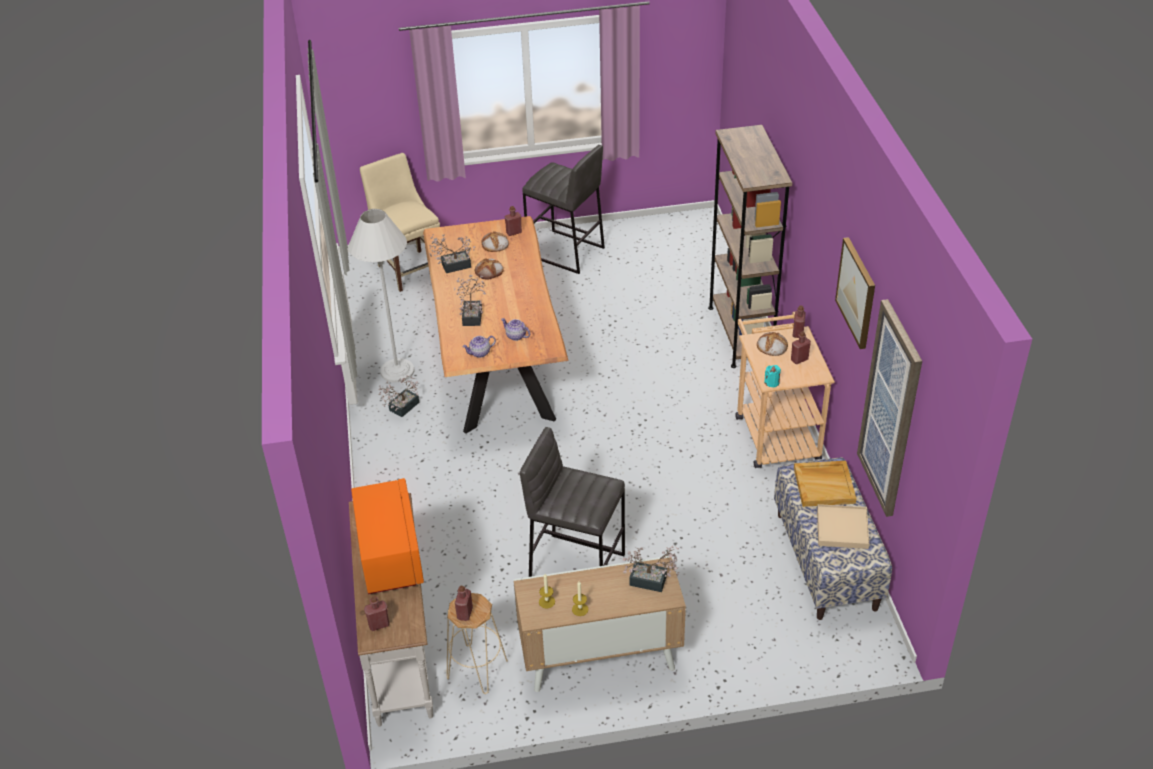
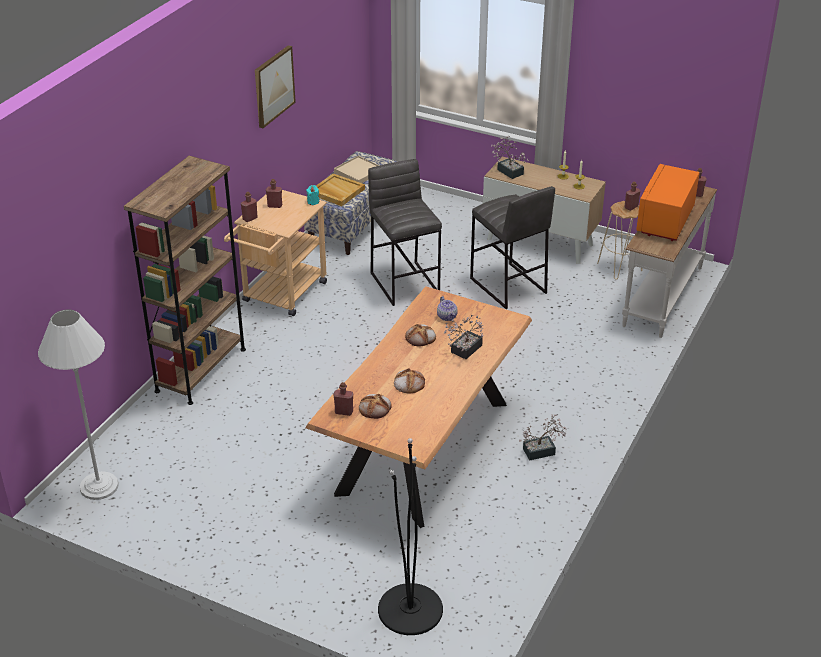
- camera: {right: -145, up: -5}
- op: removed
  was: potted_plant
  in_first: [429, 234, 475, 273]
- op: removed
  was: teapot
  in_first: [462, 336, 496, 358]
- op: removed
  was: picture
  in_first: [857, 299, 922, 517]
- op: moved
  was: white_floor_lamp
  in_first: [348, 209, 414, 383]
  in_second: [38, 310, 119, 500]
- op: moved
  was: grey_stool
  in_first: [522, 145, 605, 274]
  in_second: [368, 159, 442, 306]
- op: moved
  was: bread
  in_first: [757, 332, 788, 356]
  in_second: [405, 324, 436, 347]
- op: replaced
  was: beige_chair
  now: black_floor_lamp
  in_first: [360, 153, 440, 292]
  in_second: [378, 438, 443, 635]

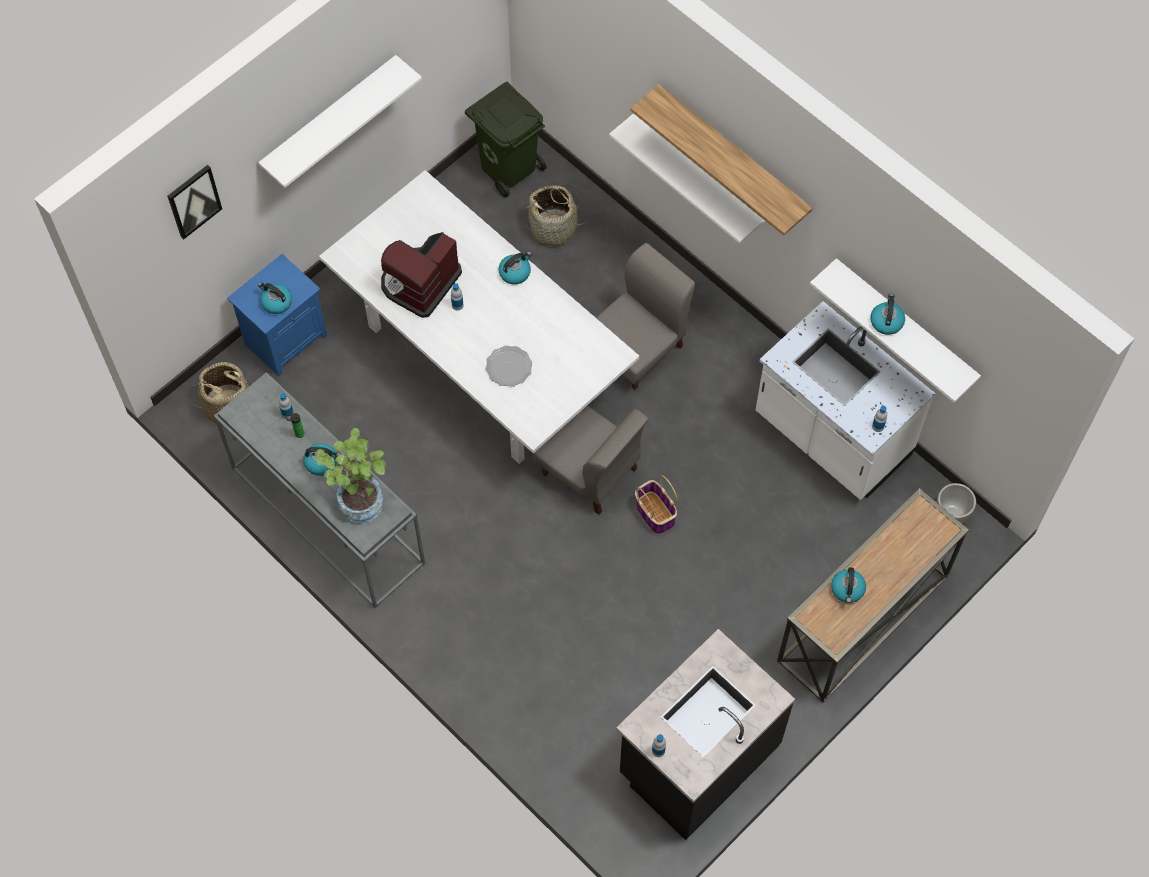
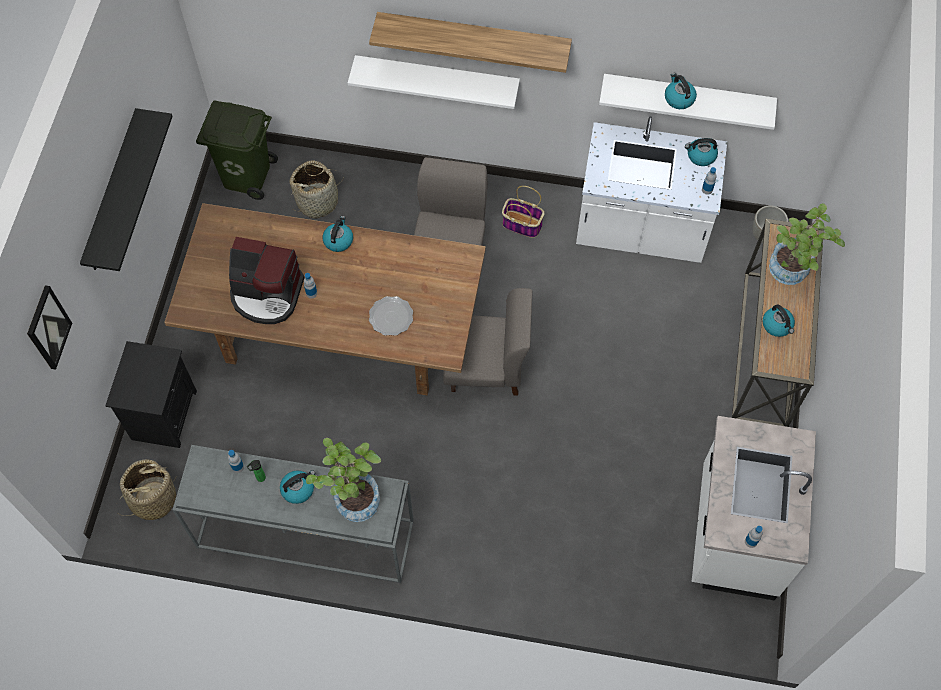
- camera: {right: -35, up: 0}
- op: added
  now: potted_plant
  in_second: [769, 203, 845, 285]
- op: moved
  was: kettle
  in_first: [258, 282, 292, 314]
  in_second: [685, 138, 718, 166]
- op: moved
  was: basket
  in_first: [635, 475, 677, 534]
  in_second: [502, 186, 545, 238]
- op: recoloured
  was: blue_nightstand
  now: black_nightstand
  in_first: [227, 254, 327, 376]
  in_second: [105, 341, 197, 448]
- op: recoloured
  was: white_shelf
  now: black_shelf
  in_first: [258, 55, 422, 188]
  in_second: [80, 108, 173, 271]
- op: recoloured
  was: white_dining_table
  now: brown_dining_table
  in_first: [319, 170, 639, 464]
  in_second: [164, 203, 486, 396]
- op: recoloured
  was: black_counter
  now: white_counter
  in_first: [616, 629, 795, 840]
  in_second: [692, 416, 816, 600]
- op: turned
  was: coffee_machine
  in_first: [381, 232, 462, 318]
  in_second: [229, 237, 304, 324]
  clockwise: -75

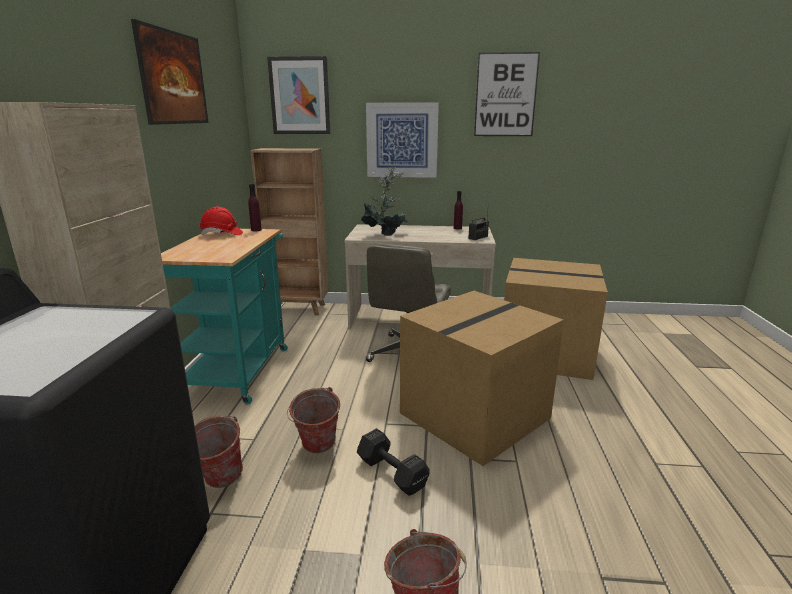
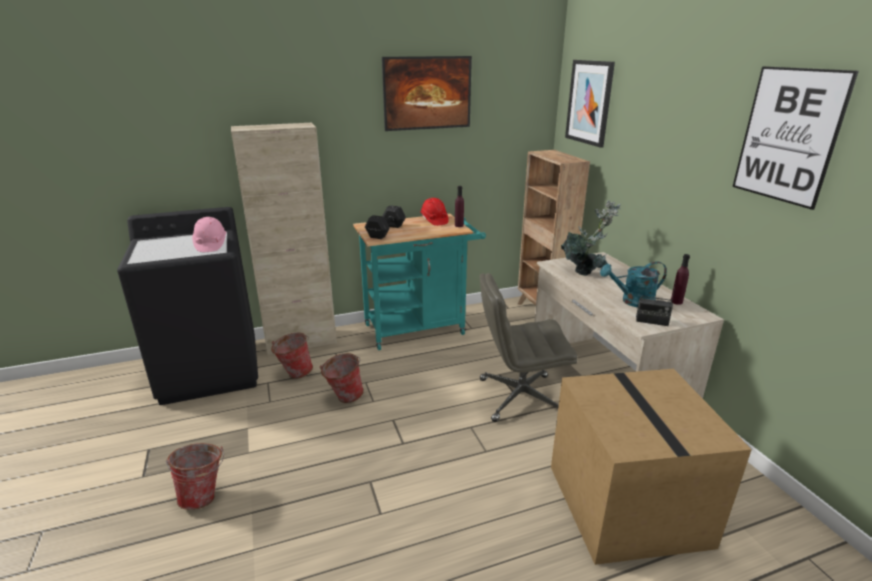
- camera: {right: 65, up: 5}
- op: removed
  was: picture
  in_first: [366, 102, 439, 178]
- op: removed
  was: cardboard_box
  in_first: [400, 291, 564, 466]
- op: added
  now: pink_hard_hat
  in_second: [192, 217, 226, 252]
- op: added
  now: turquoise_watering_can
  in_second: [600, 261, 667, 307]
- op: moved
  was: black_dumbbell
  in_first: [357, 428, 430, 496]
  in_second: [365, 205, 406, 239]

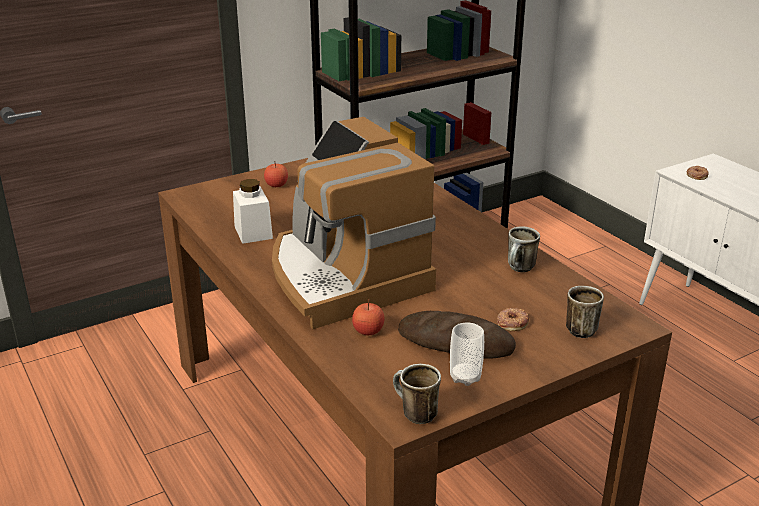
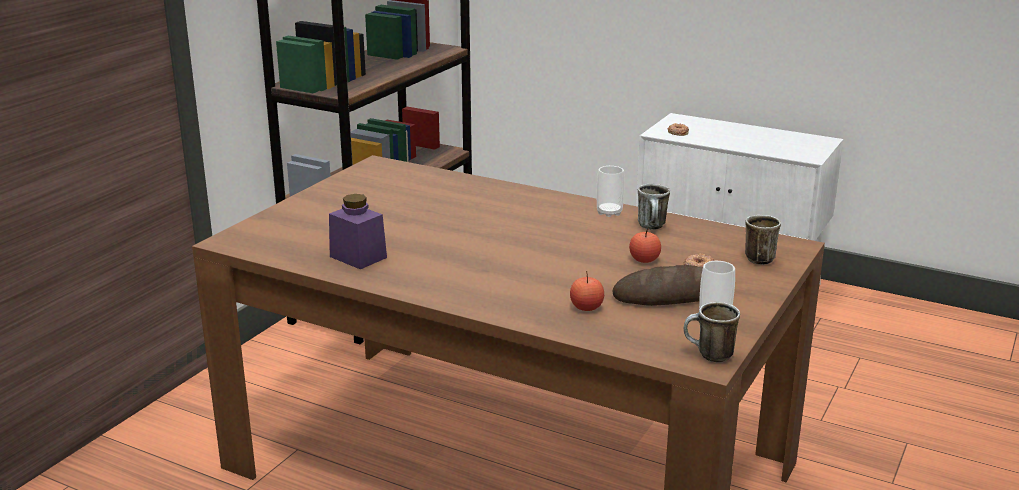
- camera: {right: -30, up: -5}
- op: removed
  was: coffee_machine
  in_first: [272, 117, 436, 329]
- op: added
  now: cup
  in_second: [597, 166, 625, 217]
- op: moved
  was: apple
  in_first: [264, 161, 288, 187]
  in_second: [629, 229, 661, 263]
- op: recoloured
  was: white_jar
  now: purple_jar
  in_first: [233, 179, 273, 244]
  in_second: [329, 194, 387, 269]

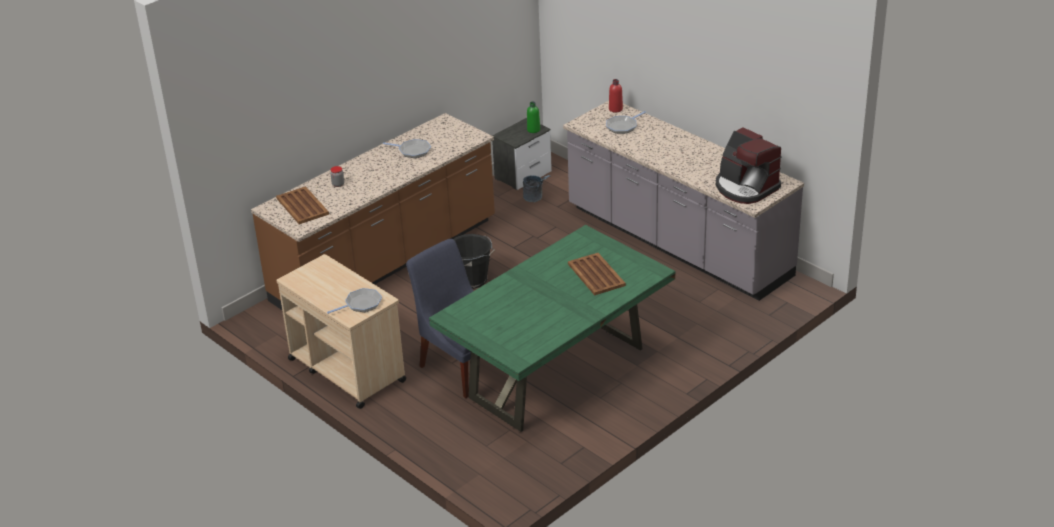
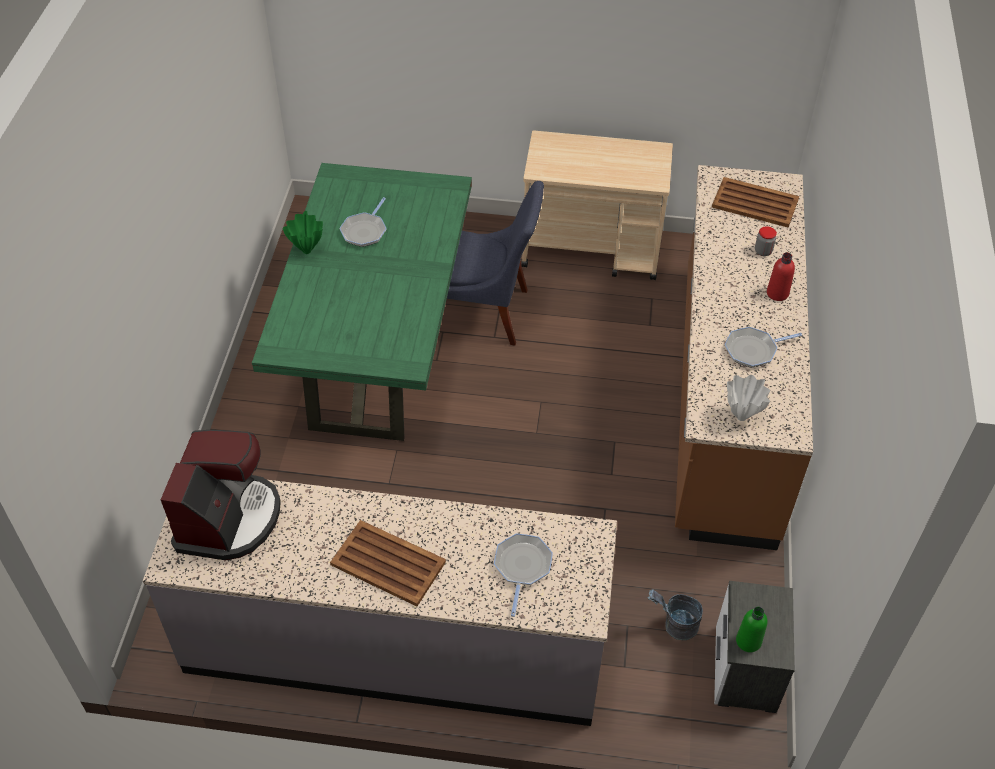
- camera: {right: 140, up: 15}
- op: removed
  was: black_bucket
  in_first: [453, 234, 495, 289]
- op: added
  now: green_vase
  in_second: [283, 211, 323, 254]
- op: added
  now: white_vase
  in_second: [727, 375, 770, 421]
- op: moved
  was: frying_pan
  in_first: [327, 288, 382, 314]
  in_second: [339, 197, 387, 247]
- op: moved
  was: brown_tray
  in_first: [568, 253, 626, 295]
  in_second: [330, 520, 446, 606]
- op: moved
  was: red_bottle
  in_first: [609, 79, 623, 112]
  in_second: [767, 253, 795, 301]
- op: turned
  was: coffee_machine
  in_first: [716, 127, 782, 204]
  in_second: [161, 430, 281, 560]
  clockwise: 90

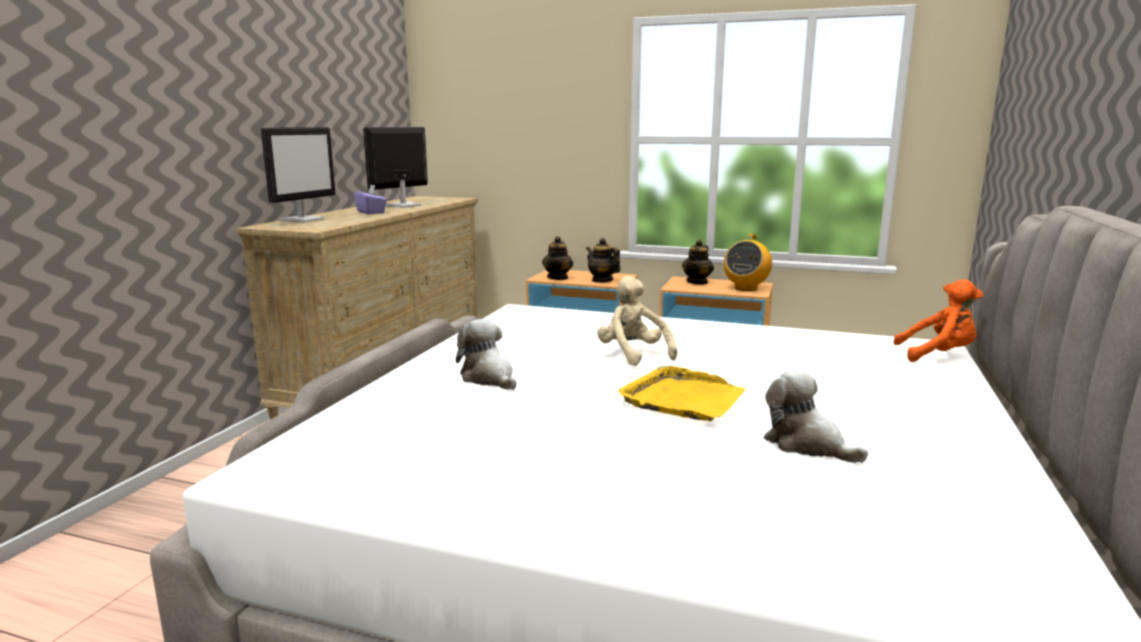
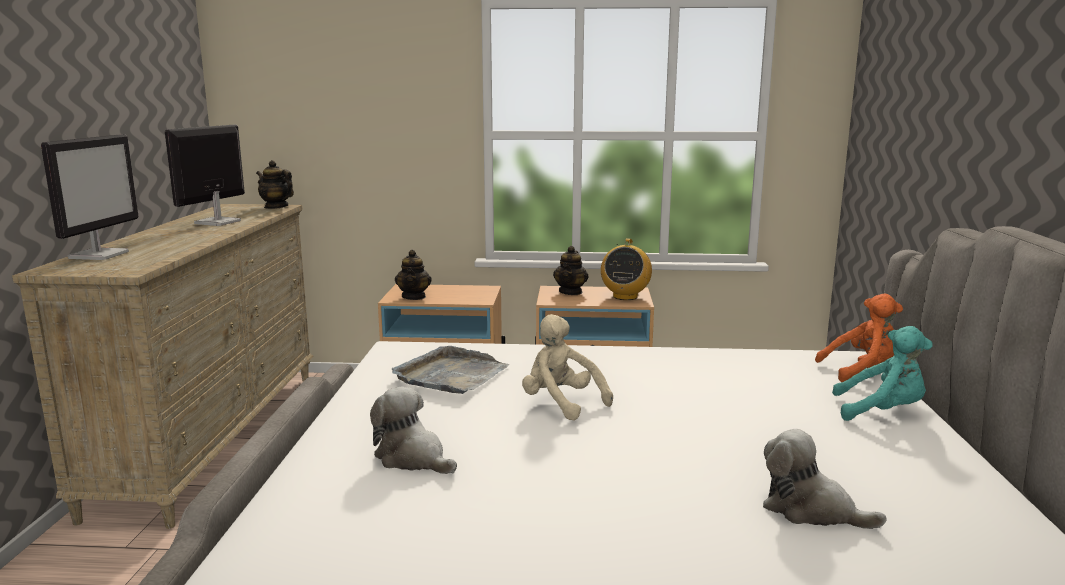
- camera: {right: -15, up: 0}
- op: removed
  was: purple_tissue_box
  in_first: [354, 185, 387, 214]
- op: removed
  was: yellow_tray
  in_first: [618, 366, 746, 421]
- op: added
  now: grey_tray
  in_second: [392, 346, 509, 394]
- op: added
  now: turquoise_plush_toy
  in_second: [832, 326, 933, 421]
- op: moved
  was: teapot
  in_first: [586, 238, 621, 283]
  in_second: [256, 160, 294, 209]

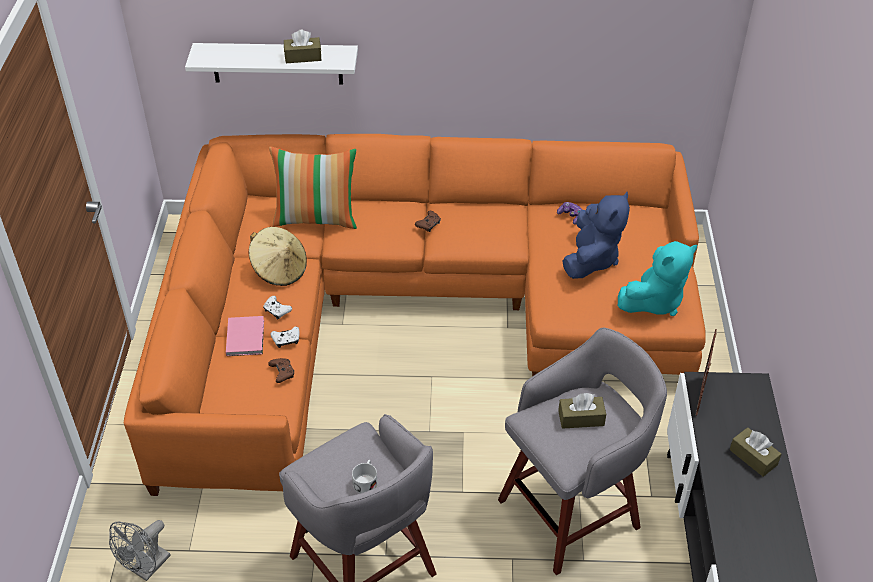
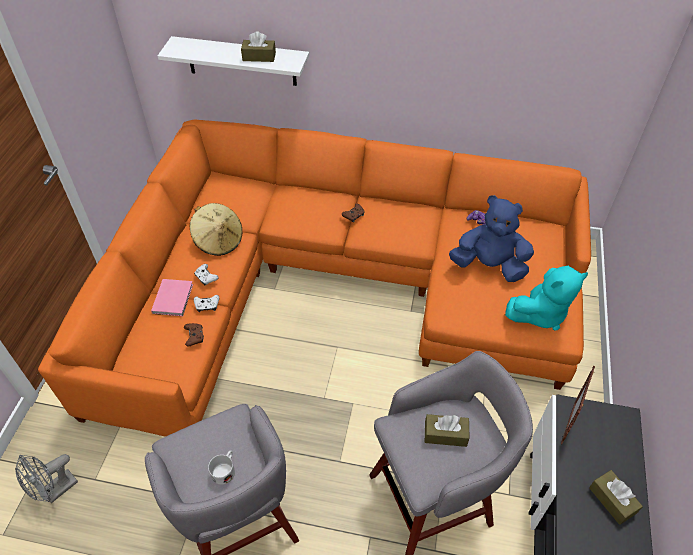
- camera: {right: 10, up: 5}
- op: removed
  was: pillow
  in_first: [269, 147, 357, 229]
- op: turned
  was: blue_plush_toy
  in_first: [562, 192, 630, 279]
  in_second: [449, 195, 534, 282]
  clockwise: -105

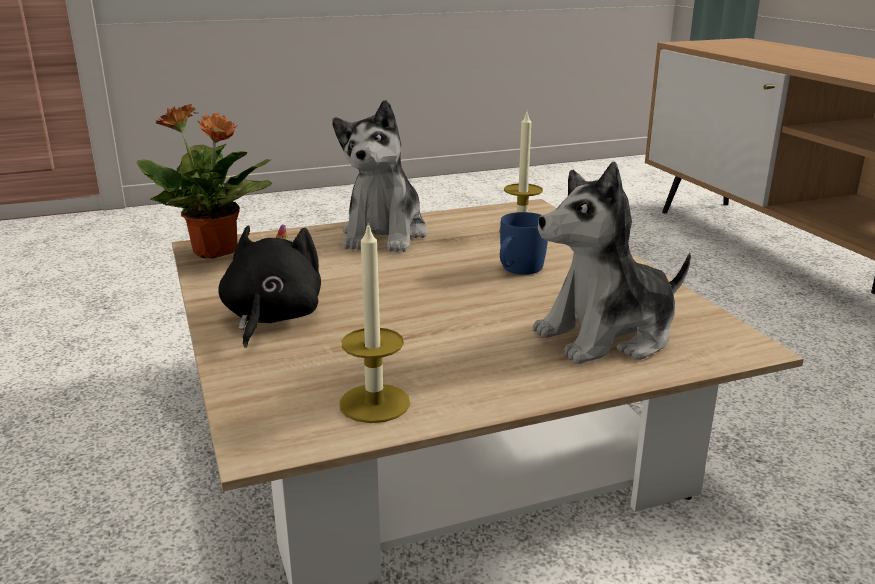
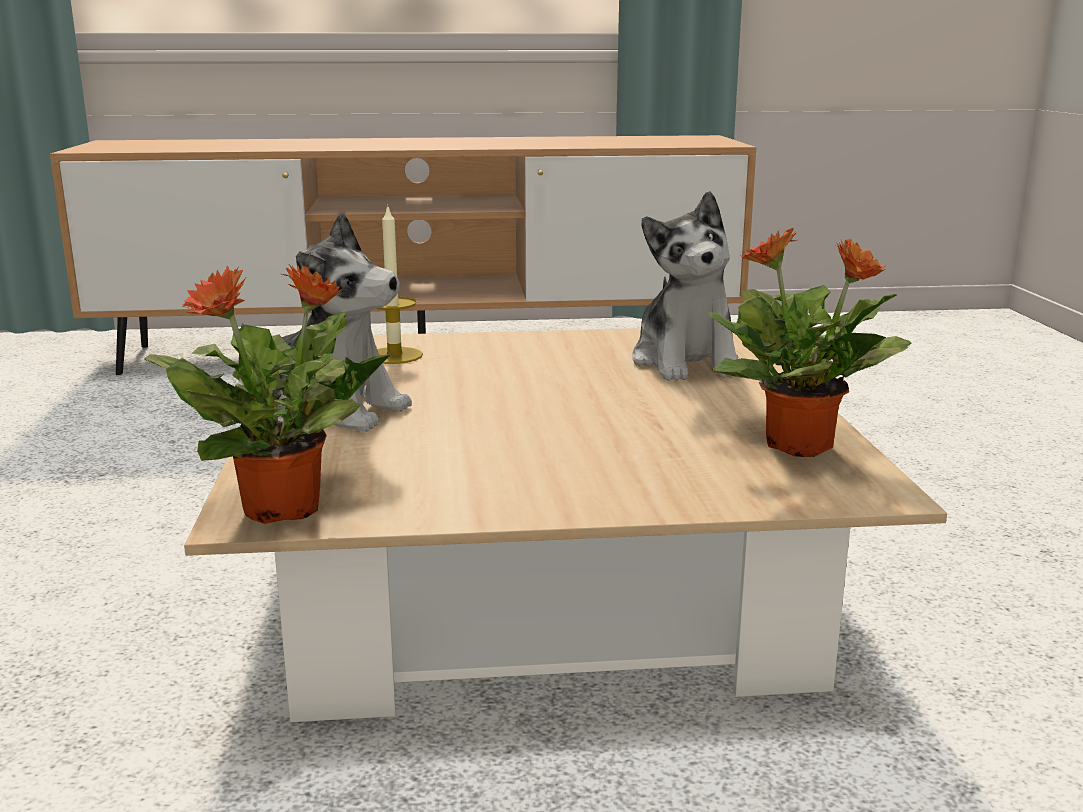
- camera: {right: -75, up: -5}
- op: removed
  was: black_plush_toy
  in_first: [218, 224, 321, 348]
- op: removed
  was: blue_mug
  in_first: [500, 212, 548, 275]
- op: replaced
  was: candle
  now: potted_plant
  in_first: [339, 223, 410, 423]
  in_second: [708, 228, 911, 457]

